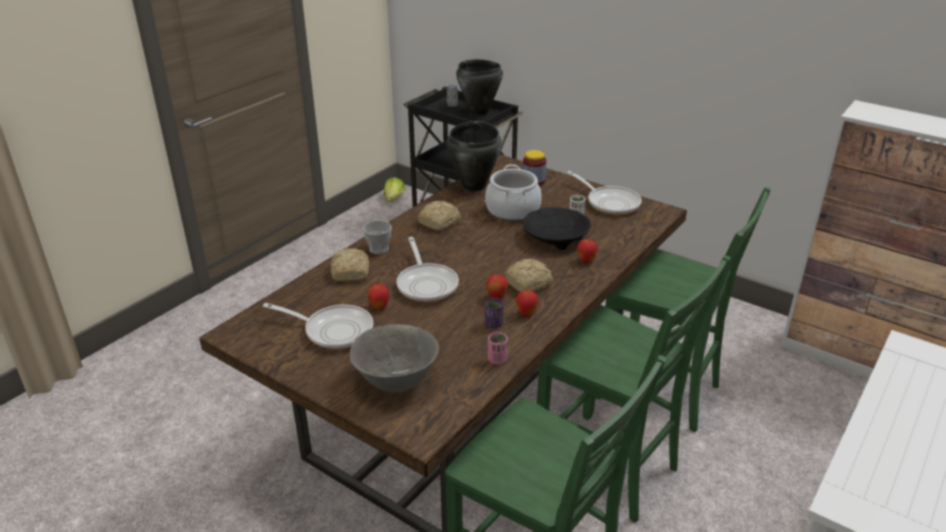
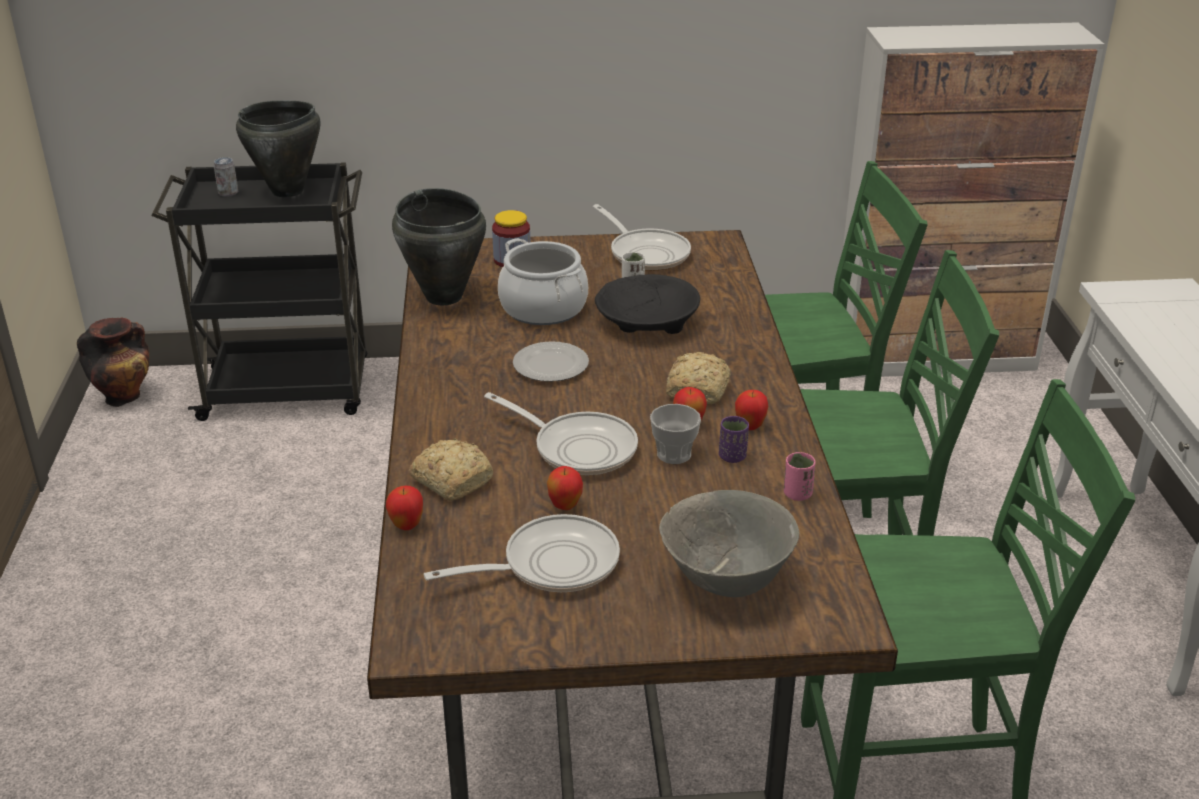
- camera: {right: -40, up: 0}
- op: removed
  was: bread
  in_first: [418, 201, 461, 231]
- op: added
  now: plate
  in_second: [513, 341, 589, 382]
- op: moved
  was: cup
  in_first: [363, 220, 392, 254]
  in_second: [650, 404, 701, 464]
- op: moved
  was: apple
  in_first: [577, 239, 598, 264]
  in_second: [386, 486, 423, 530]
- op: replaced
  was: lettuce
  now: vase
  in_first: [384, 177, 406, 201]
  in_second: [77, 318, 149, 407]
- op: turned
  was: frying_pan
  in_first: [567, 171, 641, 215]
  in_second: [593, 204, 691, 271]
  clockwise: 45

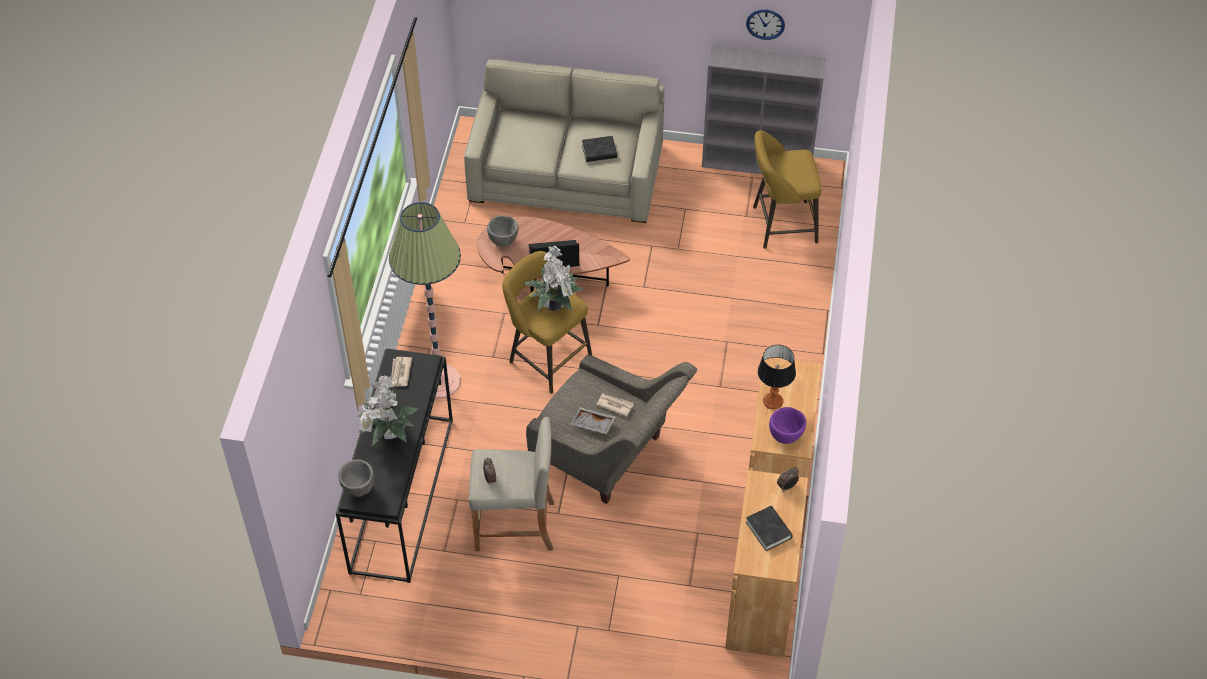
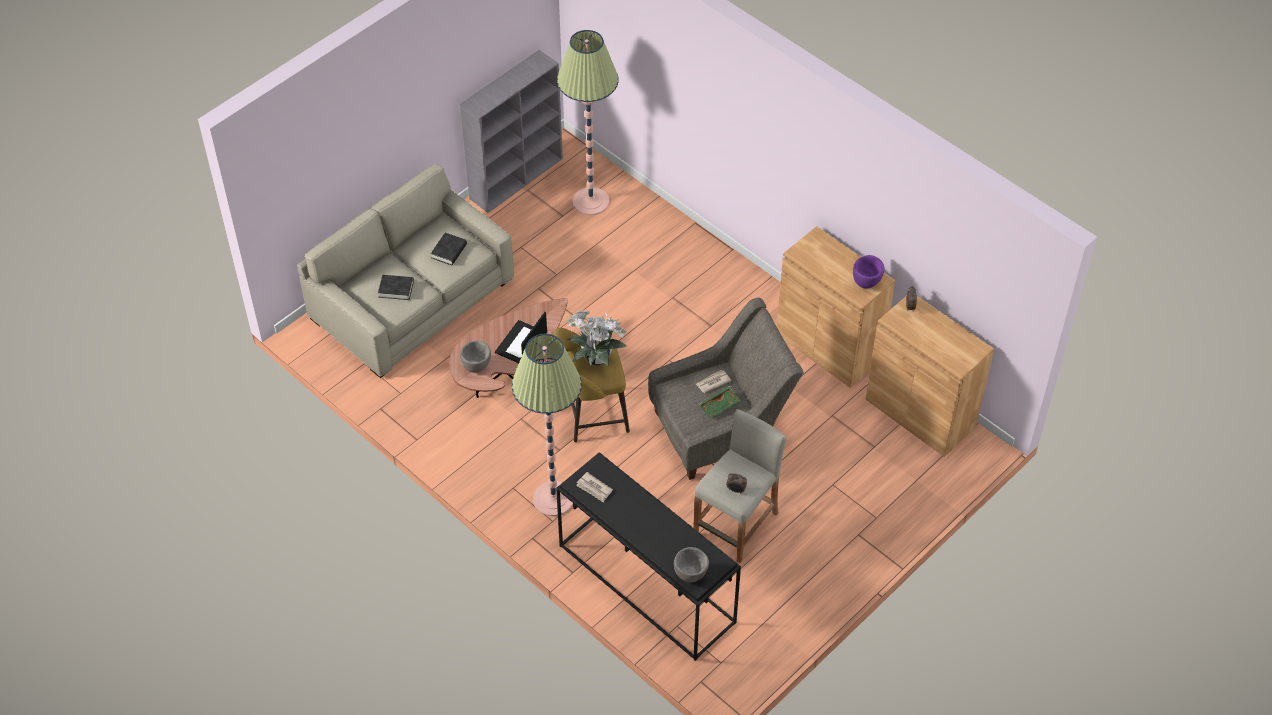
- camera: {right: -55, up: 0}
- op: removed
  was: potted_plant
  in_first: [357, 375, 418, 445]
- op: removed
  was: wall_clock
  in_first: [746, 10, 785, 40]
- op: removed
  was: table_lamp
  in_first: [758, 345, 796, 410]
- op: moved
  was: black_book
  in_first: [746, 506, 793, 551]
  in_second: [378, 275, 414, 300]
- op: replaced
  was: yellow_stool
  now: floor_lamp
  in_first: [753, 130, 822, 249]
  in_second: [557, 30, 618, 215]
- op: recoloured
  was: grey_tray
  now: green_tray
  in_first: [571, 407, 615, 434]
  in_second: [699, 386, 741, 419]

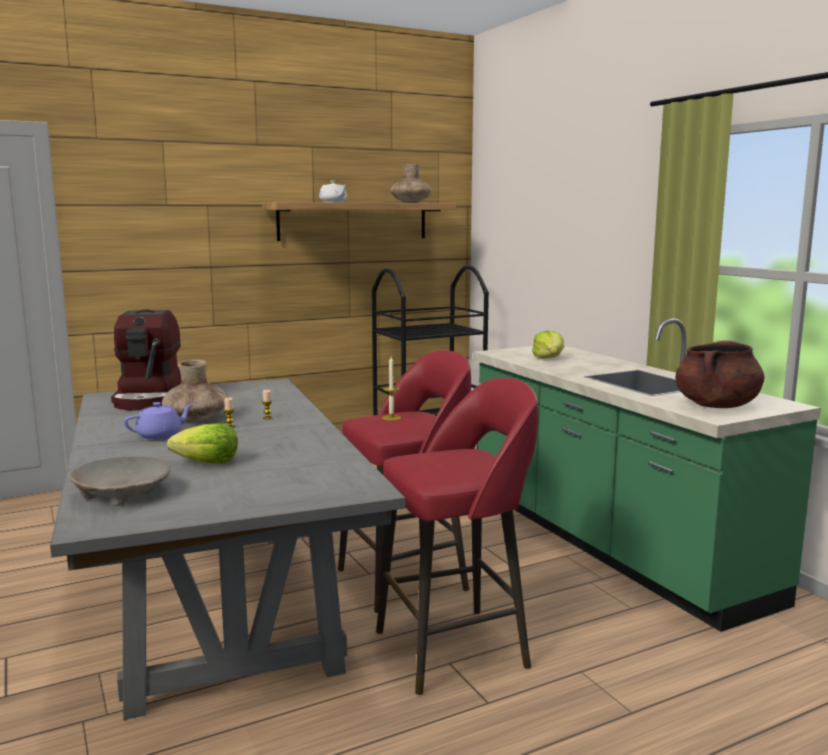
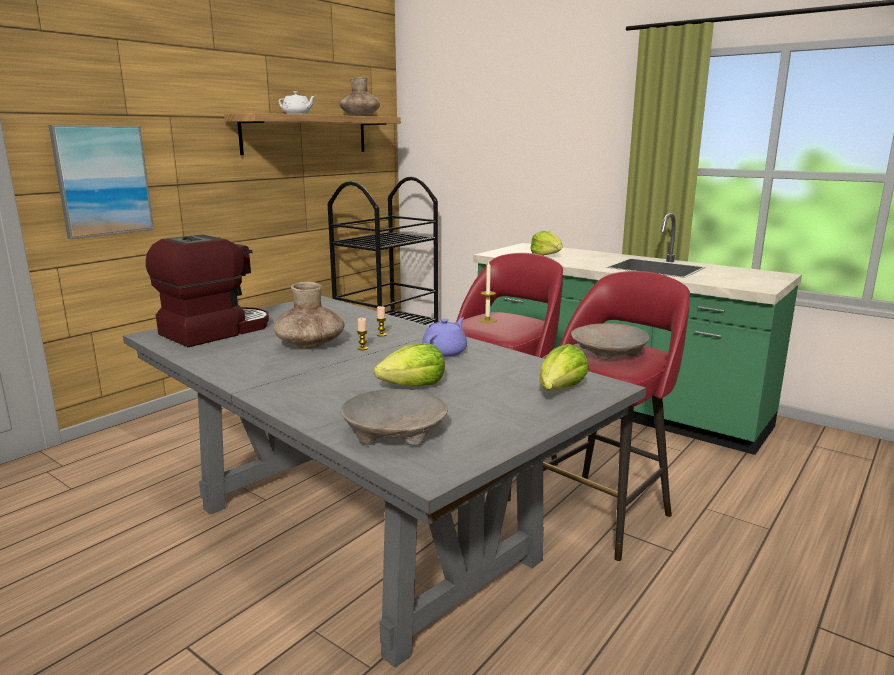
- camera: {right: -25, up: 5}
- op: removed
  was: brown_cooking_pot
  in_first: [675, 340, 764, 408]
- op: added
  now: picture
  in_second: [49, 125, 154, 239]
- op: added
  now: lettuce
  in_second: [539, 344, 589, 390]
- op: added
  now: beige_bowl
  in_second: [571, 323, 649, 360]
- op: moved
  was: purple_teapot
  in_first: [124, 402, 194, 440]
  in_second: [422, 317, 467, 357]
- op: turned
  was: coffee_machine
  in_first: [111, 310, 181, 411]
  in_second: [146, 234, 269, 347]
  clockwise: -105

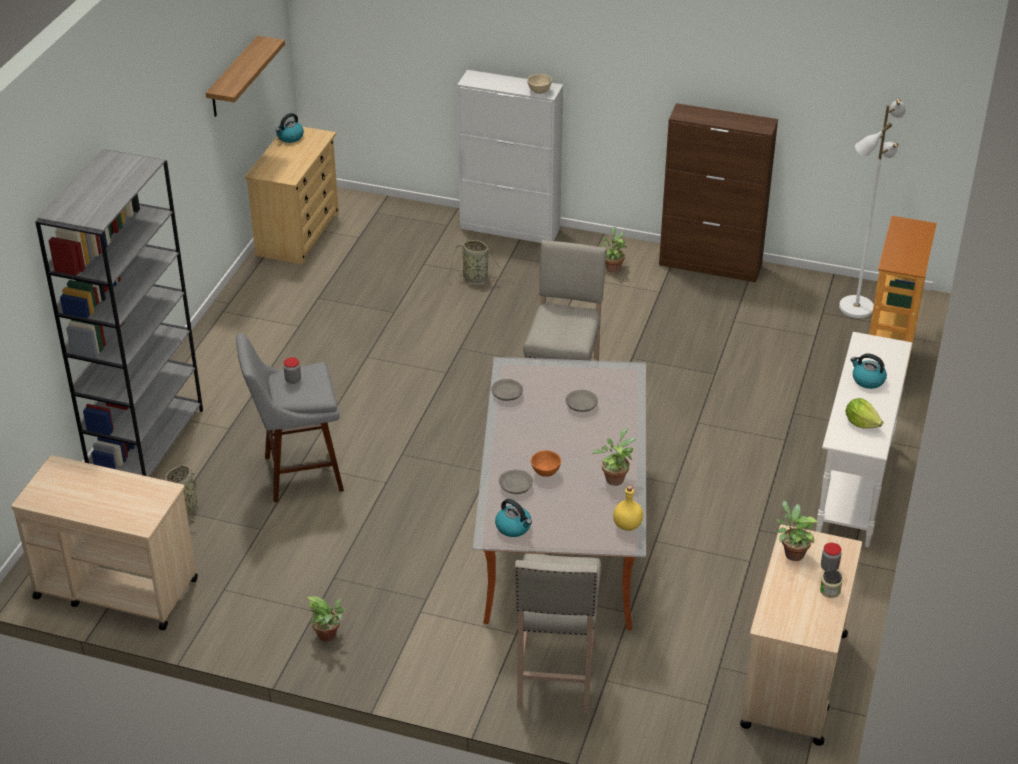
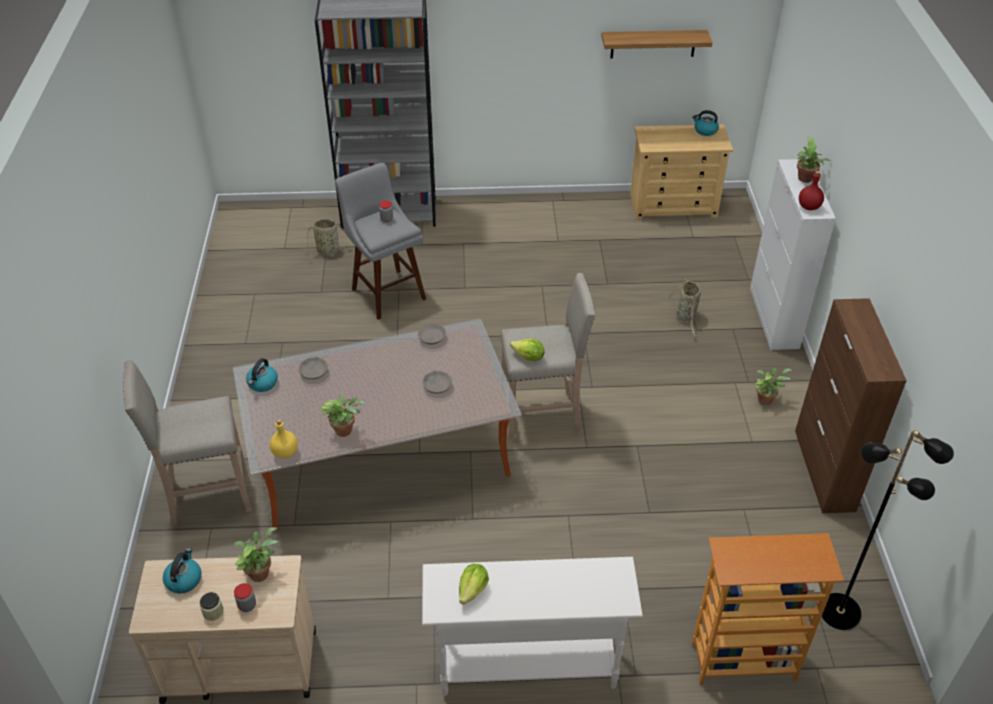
- camera: {right: 70, up: 5}
- op: removed
  was: beige_cart
  in_first: [11, 455, 198, 630]
- op: removed
  was: orange_bowl
  in_first: [531, 450, 561, 477]
- op: added
  now: lettuce
  in_second: [510, 339, 545, 361]
- op: moved
  was: potted_plant
  in_first: [306, 596, 346, 642]
  in_second: [797, 137, 830, 183]
- op: moved
  was: kettle
  in_first: [850, 353, 887, 389]
  in_second: [163, 548, 201, 594]
- op: replaced
  was: beige_bowl
  now: red_bottle
  in_first: [527, 74, 552, 94]
  in_second: [799, 171, 824, 210]
- op: recoloured
  was: white_floor_lamp
  now: black_floor_lamp
  in_first: [839, 99, 906, 318]
  in_second: [822, 430, 954, 630]

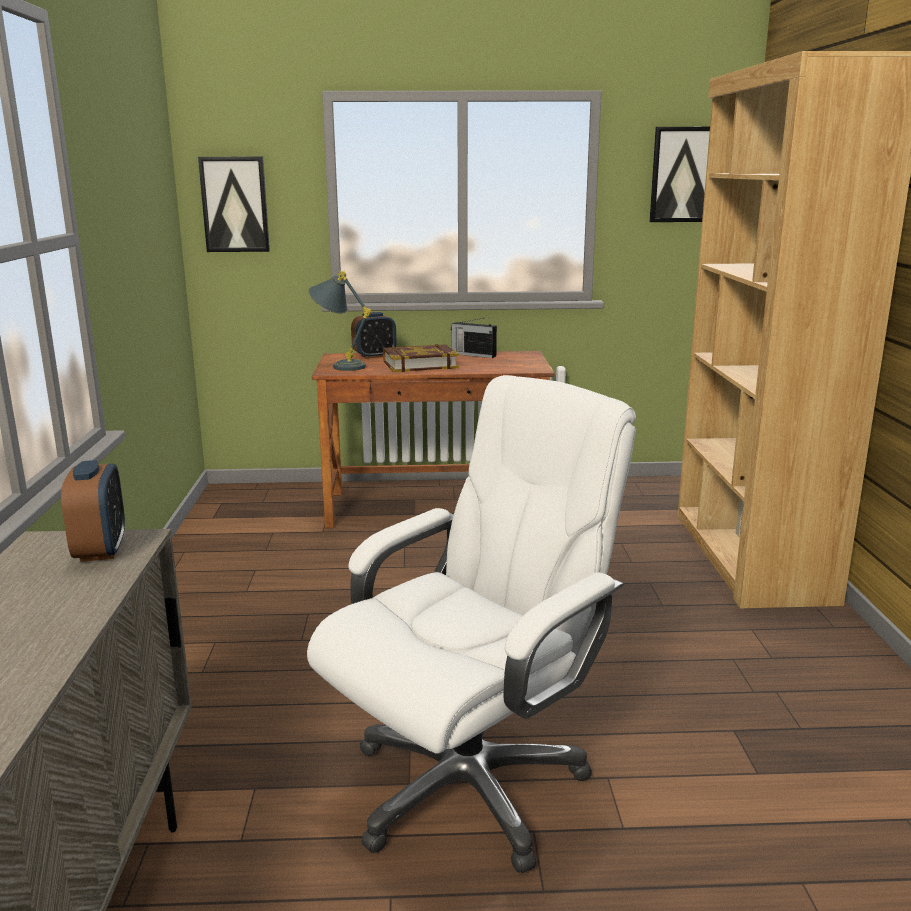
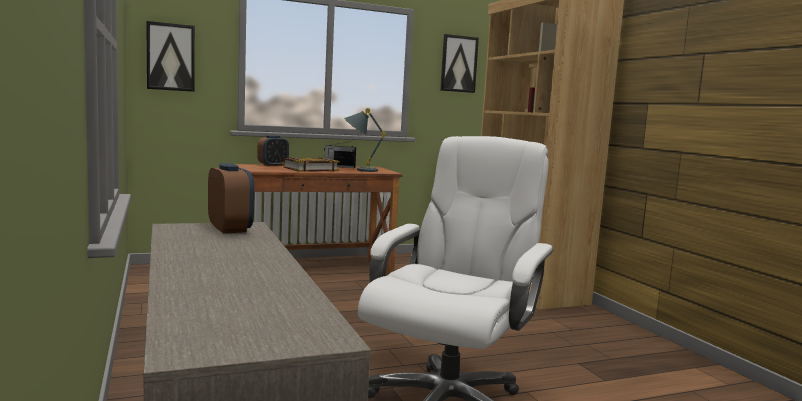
- camera: {right: -20, up: -10}
- op: moved
  was: grey_table_lamp
  in_first: [308, 271, 371, 371]
  in_second: [344, 108, 386, 172]

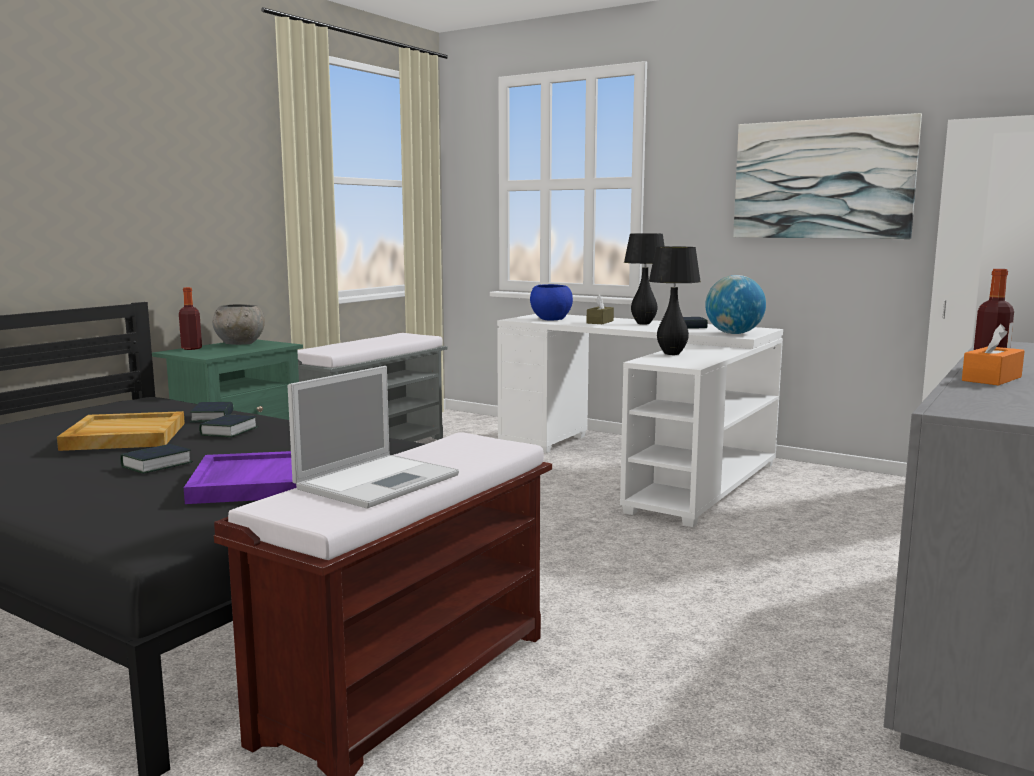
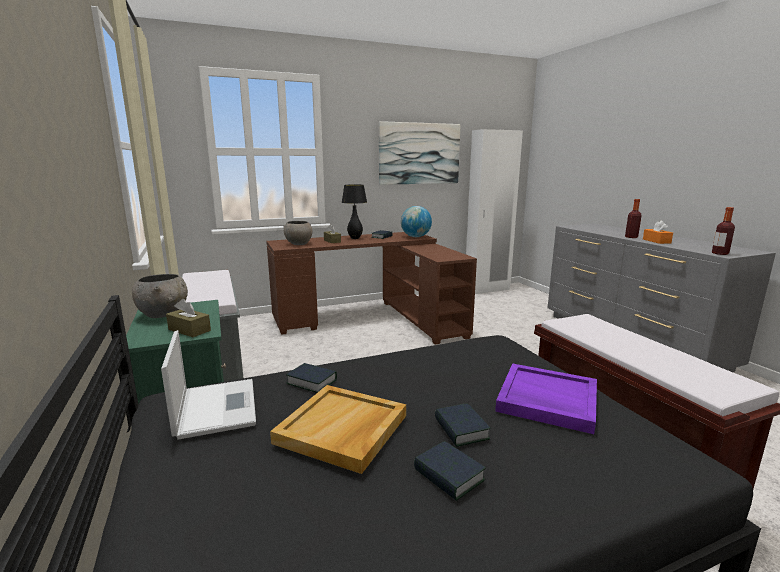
- camera: {right: -55, up: 5}
- op: removed
  was: black_table_lamp
  in_first: [649, 246, 701, 355]
- op: added
  now: brown_tissue_box
  in_second: [166, 299, 211, 337]
- op: moved
  was: bottle
  in_first: [179, 287, 202, 350]
  in_second: [712, 207, 735, 255]
- op: moved
  was: book
  in_first: [199, 415, 258, 437]
  in_second: [414, 441, 486, 501]
- op: moved
  was: laptop
  in_first: [288, 366, 459, 508]
  in_second: [161, 330, 256, 439]
- op: recoloured
  was: white_desk
  now: brown_desk
  in_first: [497, 314, 783, 527]
  in_second: [266, 232, 477, 345]
- op: recoloured
  was: blue_bowl
  now: grey_bowl
  in_first: [530, 284, 573, 320]
  in_second: [283, 221, 312, 245]

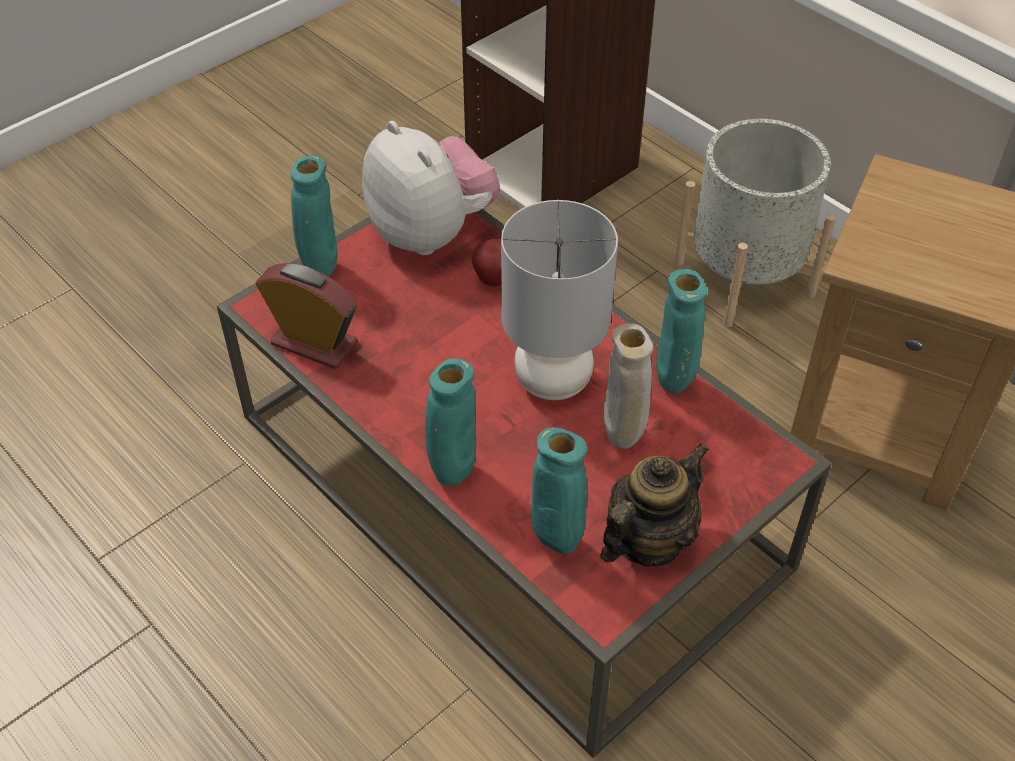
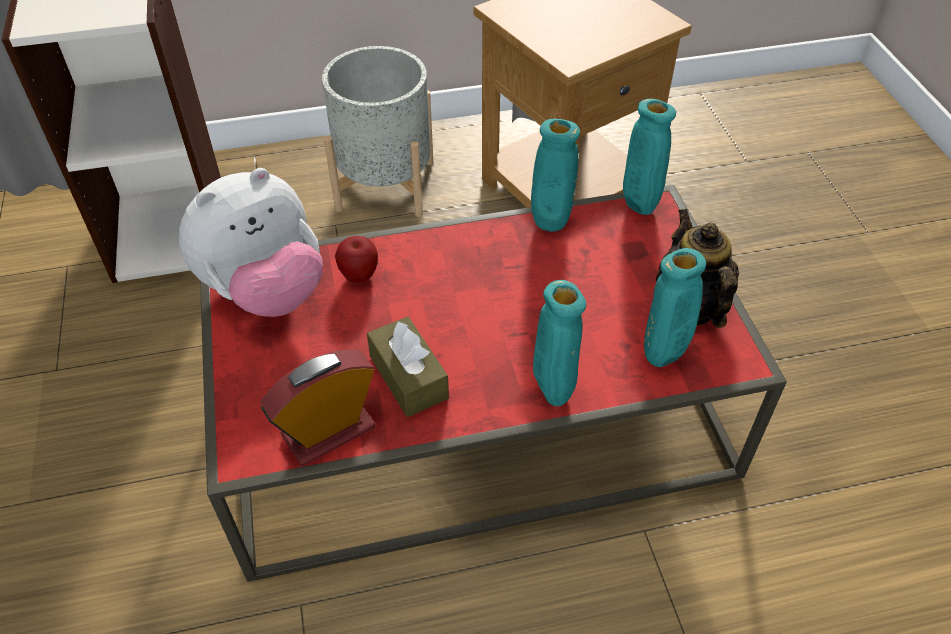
- camera: {right: -60, up: 0}
- op: removed
  was: grey_table_lamp
  in_first: [501, 200, 618, 400]
- op: removed
  was: beige_vase
  in_first: [604, 324, 653, 449]
- op: added
  now: brown_tissue_box
  in_second: [367, 316, 449, 417]
- op: moved
  was: turquoise_vase
  in_first: [291, 155, 338, 277]
  in_second: [623, 99, 676, 215]
- op: turned
  was: plush_toy
  in_first: [362, 121, 500, 255]
  in_second: [179, 168, 323, 317]
  clockwise: 150

